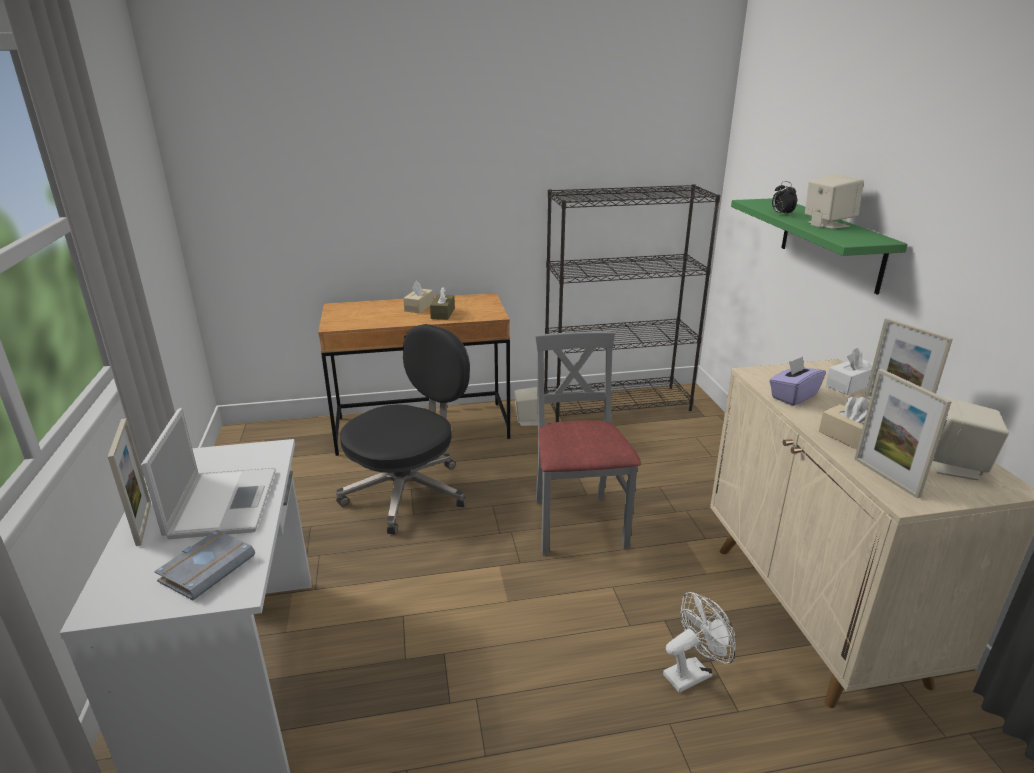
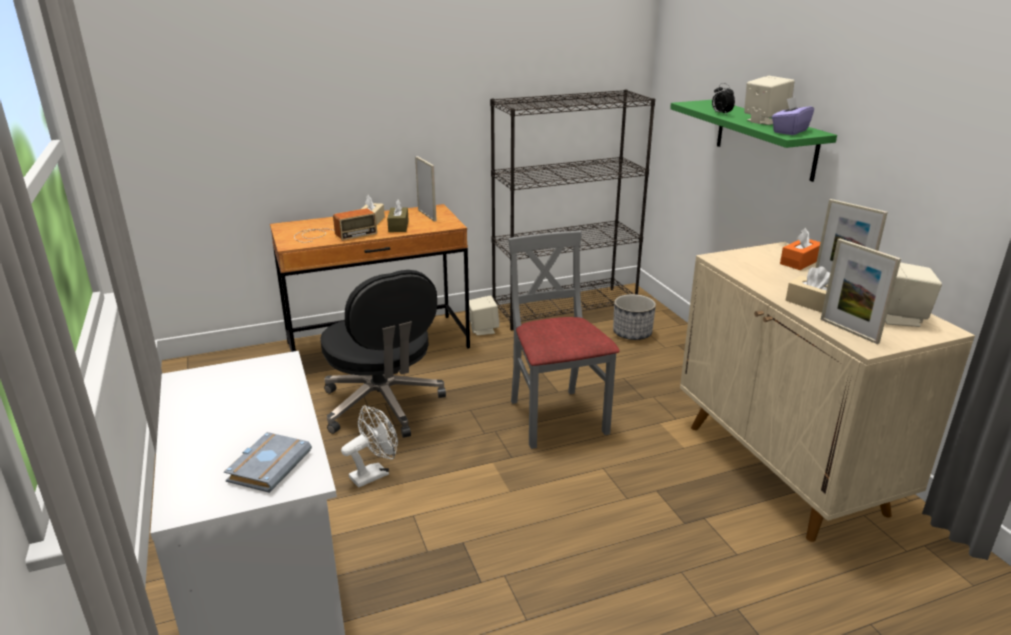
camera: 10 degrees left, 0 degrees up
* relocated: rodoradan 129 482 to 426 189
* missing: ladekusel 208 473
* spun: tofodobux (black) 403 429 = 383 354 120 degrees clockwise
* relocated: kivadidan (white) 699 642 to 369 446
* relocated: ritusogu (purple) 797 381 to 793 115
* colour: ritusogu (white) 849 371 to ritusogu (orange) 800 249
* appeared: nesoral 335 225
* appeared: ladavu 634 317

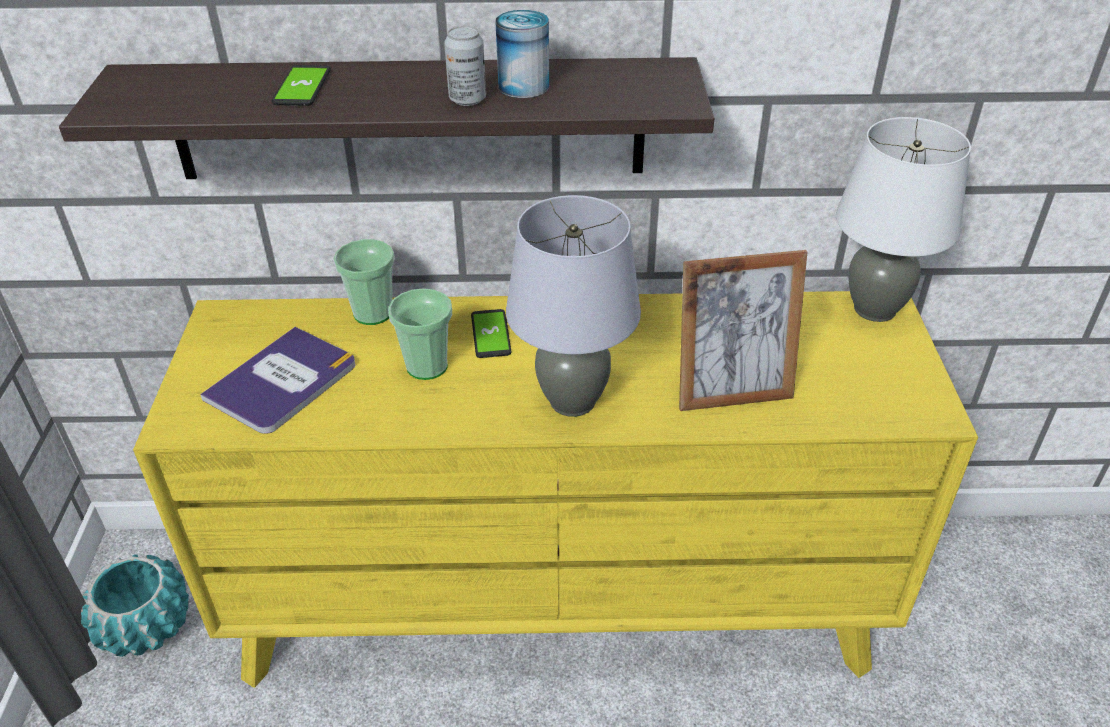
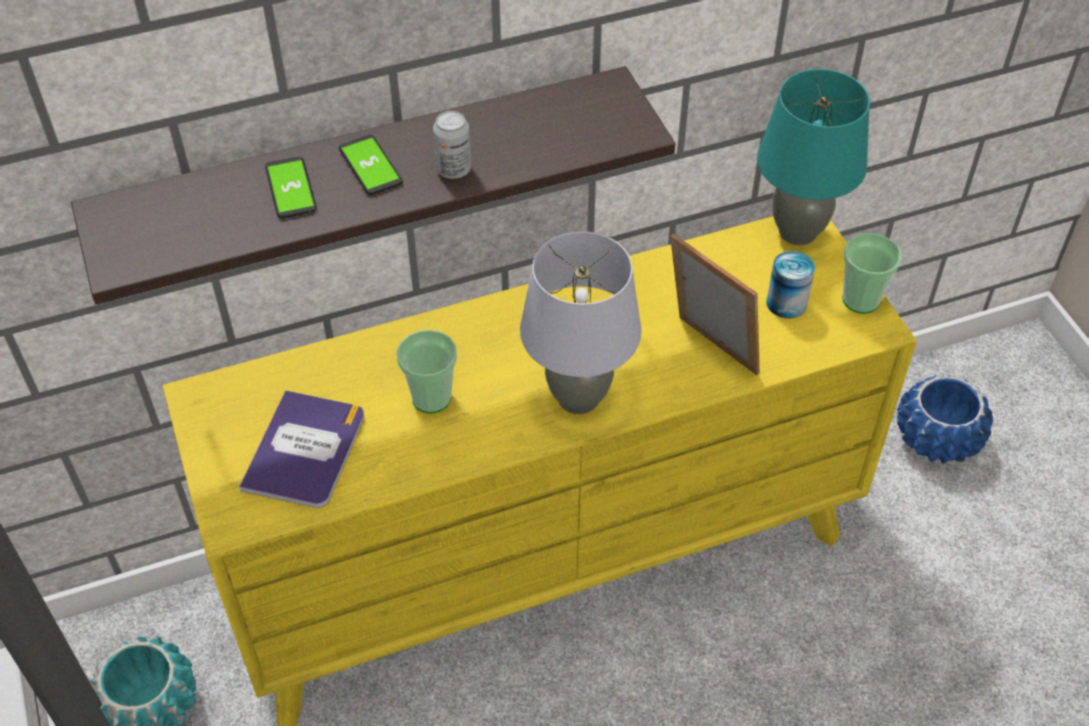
camera: 20 degrees left, 10 degrees up
* relocated: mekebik 364 282 to 872 273
* relocated: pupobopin 491 333 to 371 165
* relocated: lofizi 522 54 to 790 285
* spun: rodoradan 743 330 = 715 304 105 degrees counterclockwise
* colour: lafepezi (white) 903 219 to lafepezi (turquoise) 813 157
* appeared: ladavu (blue) 945 419

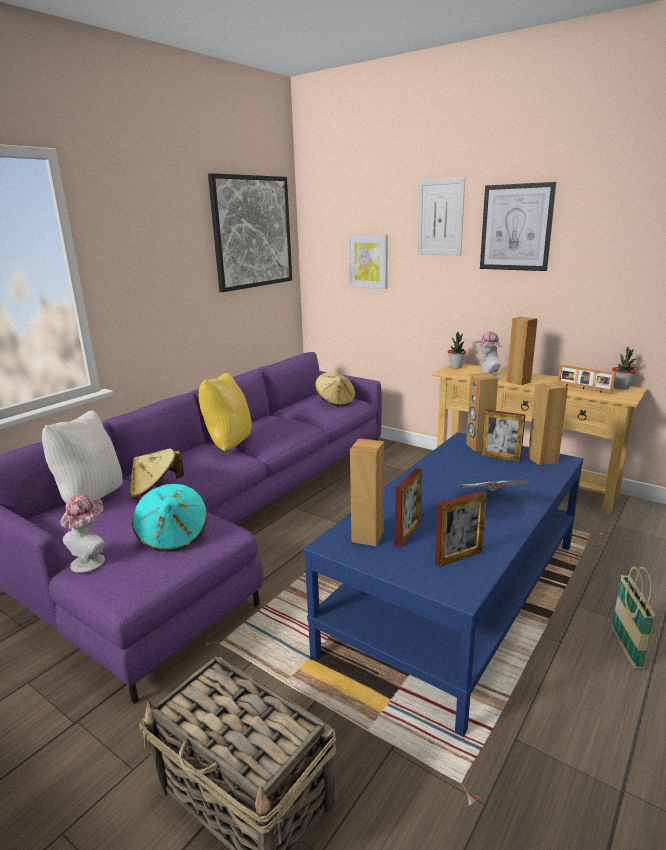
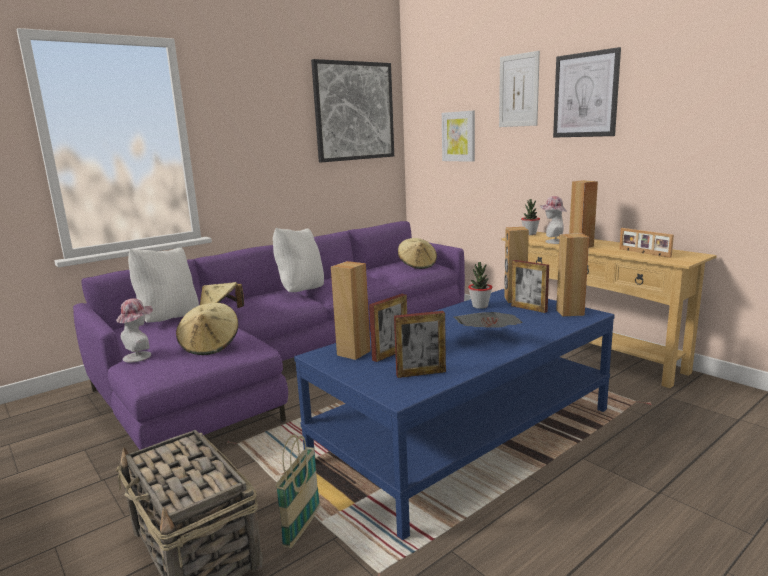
camera: 15 degrees right, 5 degrees down
* colour: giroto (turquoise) 169 518 to giroto (beige) 207 329
* colour: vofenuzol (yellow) 225 412 to vofenuzol (white) 298 260
* relocated: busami 633 617 to 297 491
* relocated: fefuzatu 624 368 to 480 285

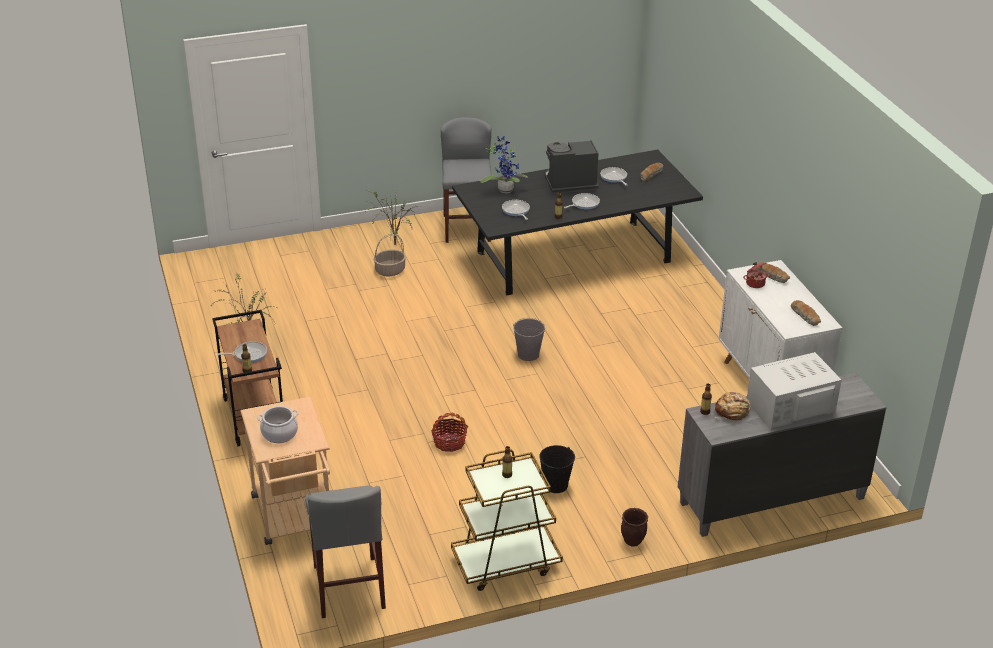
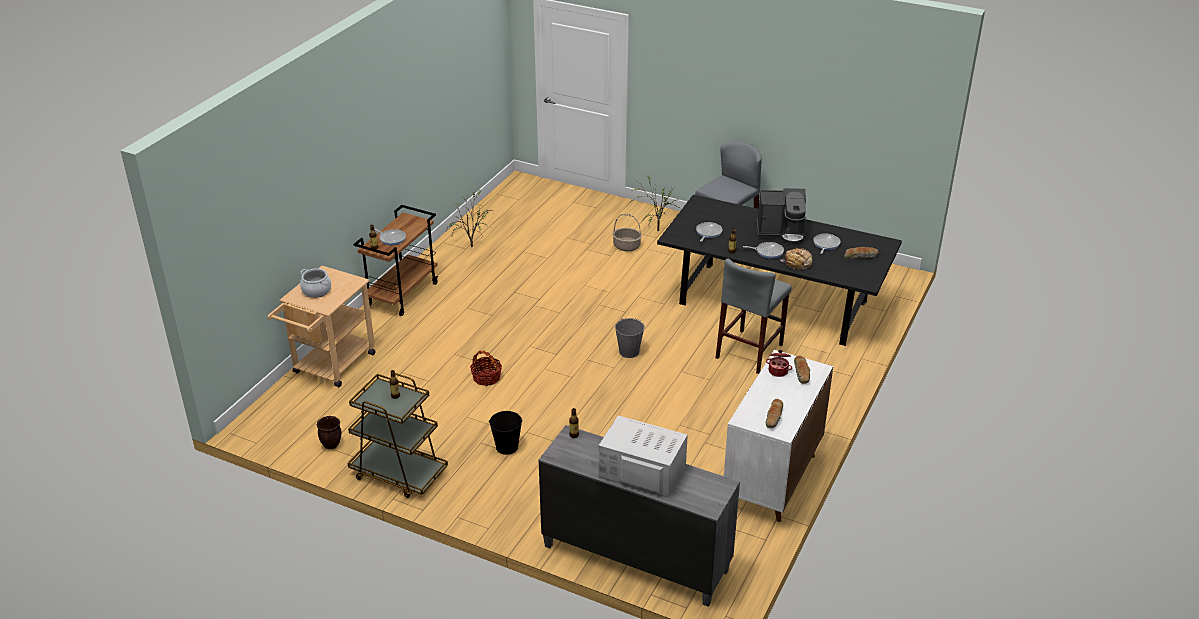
camera: 45 degrees right, 0 degrees up
* relocated: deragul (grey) 345 552 to 754 316
* missing: fefuzatu 504 165
* spun: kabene 572 167 = 781 216 150 degrees clockwise
* relocated: ladavu (brown) 634 527 to 329 432
* relocated: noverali 733 406 to 797 258

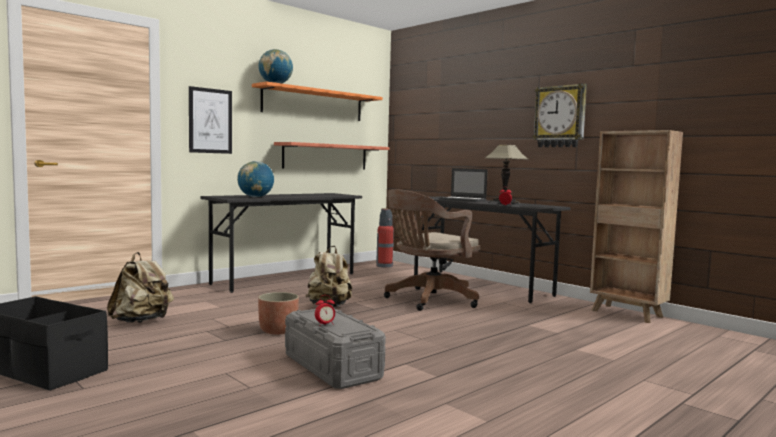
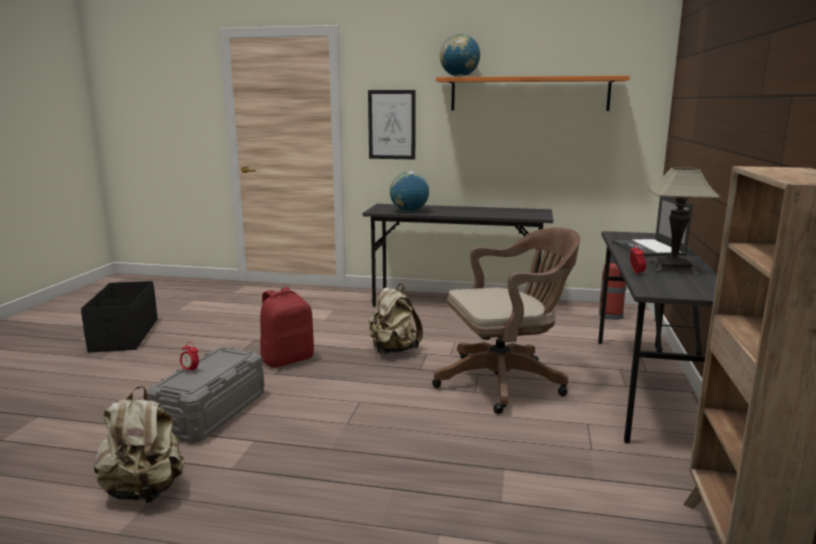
camera: 55 degrees right, 10 degrees up
* relocated: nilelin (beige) 140 287 to 139 445
* exchanged: ladavu 278 313 to nilelin (red) 287 327
* missing: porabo 331 156
* spun: tofodobux (brown) 432 250 = 506 320 150 degrees clockwise
* missing: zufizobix 559 115

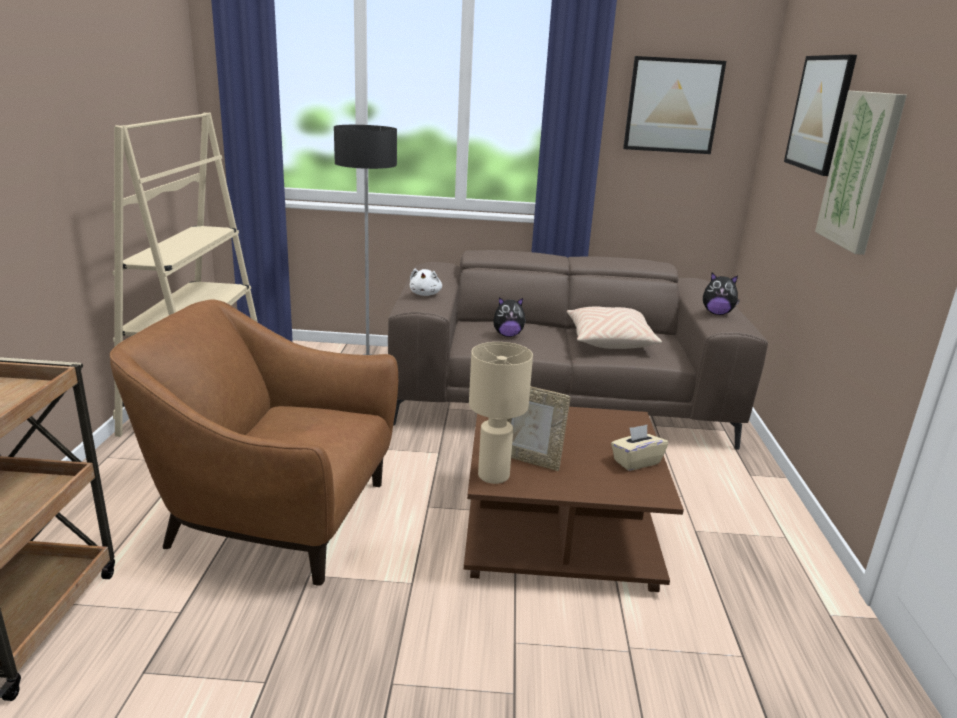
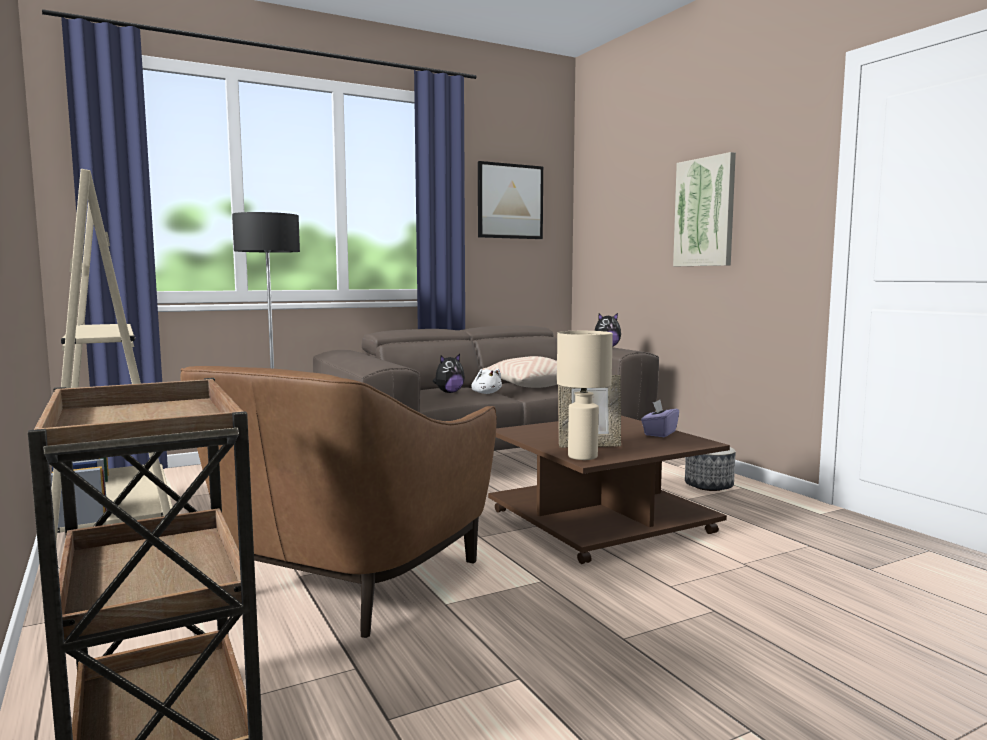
camera: 30 degrees left, 15 degrees down
* spun: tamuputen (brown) 254 443 = 338 502 45 degrees counterclockwise
* relocated: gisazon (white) 426 282 to 486 381
* colour: ritusogu (beige) 639 448 to ritusogu (purple) 660 418
* missing: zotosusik 820 115
* appeared: ladavu 710 469

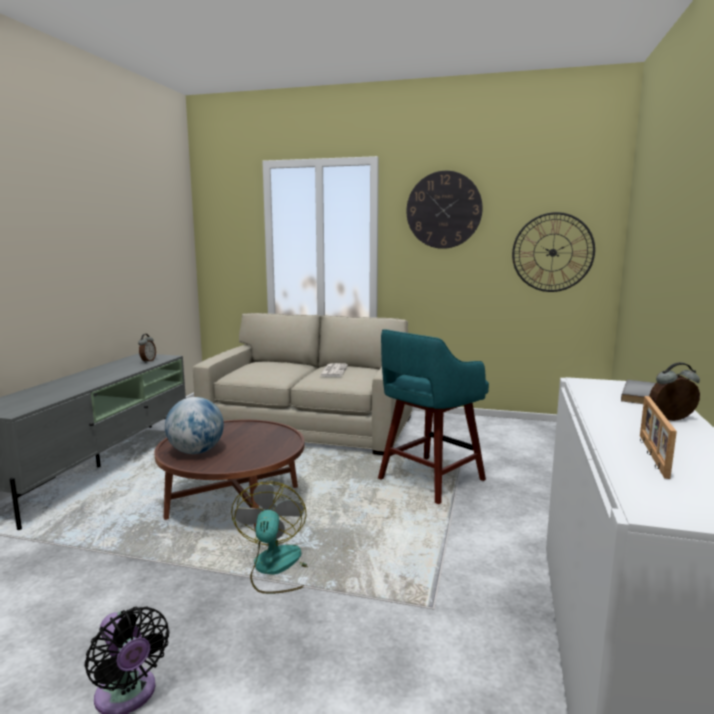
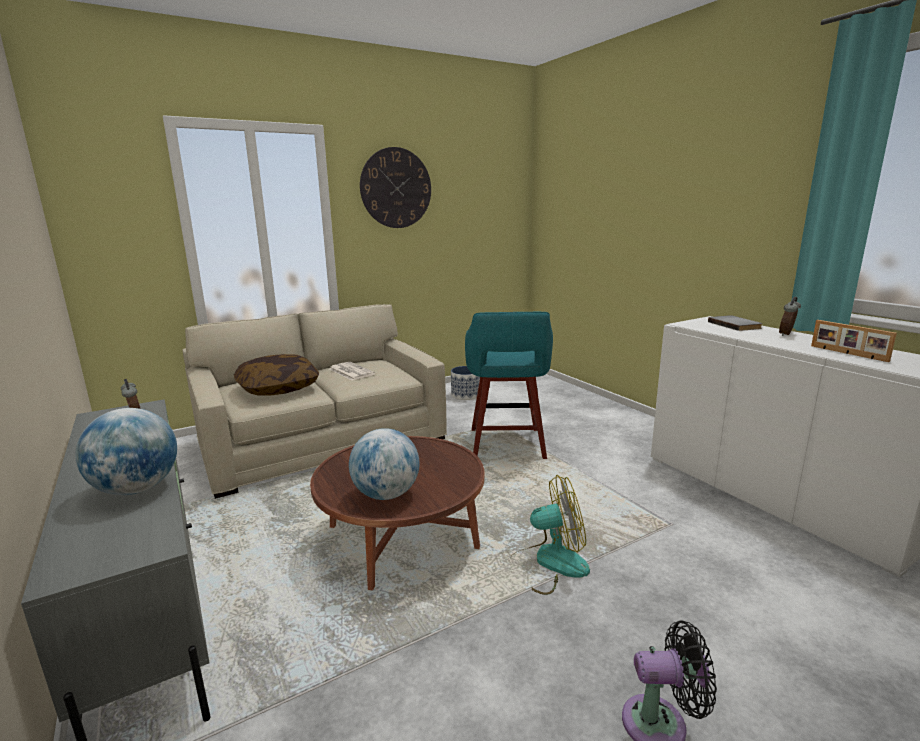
camera: 45 degrees left, 5 degrees up
* spun: kivadidan 269 537 = 550 535 135 degrees clockwise
* missing: zufizobix 553 252
* appeared: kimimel 126 451
* appeared: vofenuzol 276 375
* appeared: ladavu 465 383

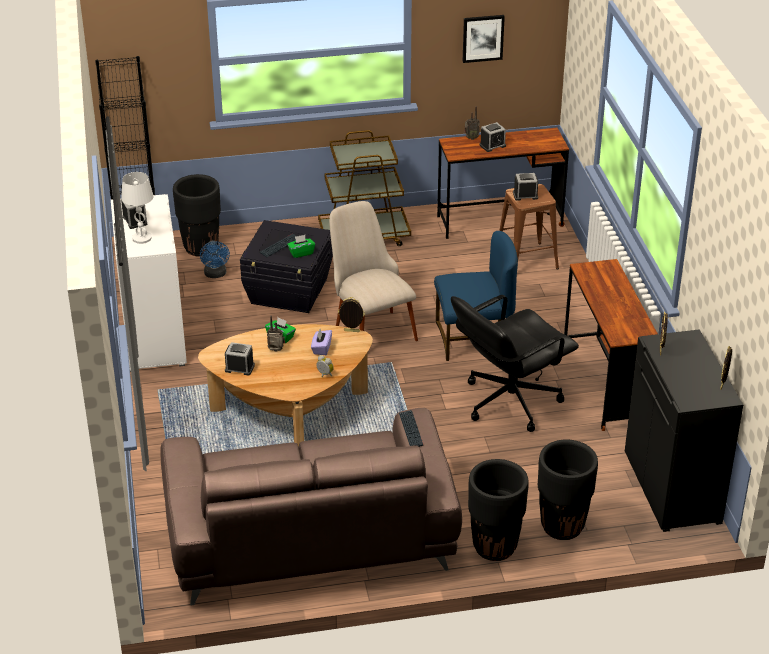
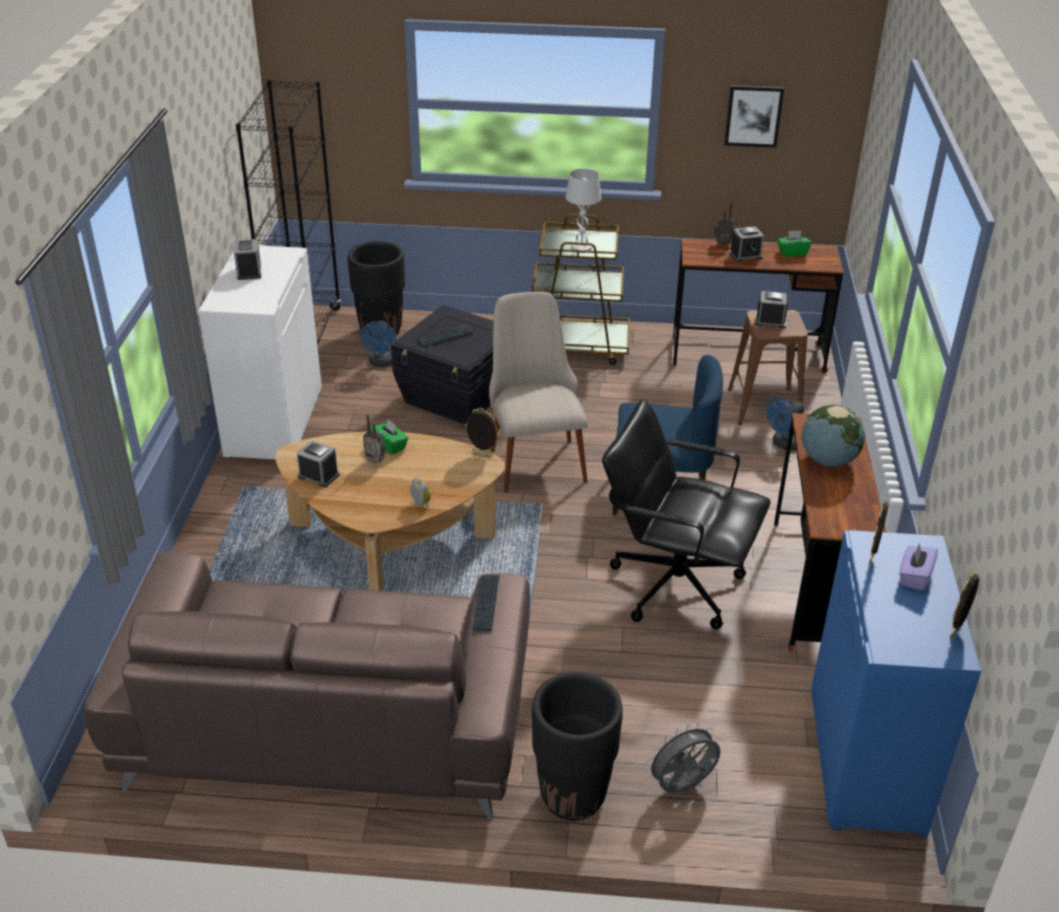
camera: 15 degrees right, 0 degrees up
* relocated: lafepezi (white) 137 208 to 584 211
* relocated: ritusogu (green) 301 246 to 794 243
* relocated: ritusogu (purple) 321 342 to 918 567
* spun: tofodobux (black) 515 363 = 686 514 45 degrees clockwise
* exchanged: ladavu (black) 568 490 to kivadidan (grey) 683 758
* colour: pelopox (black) 684 430 to pelopox (blue) 896 683
* appeared: kivadidan (blue) 785 423
* appeared: kimimel 833 436

